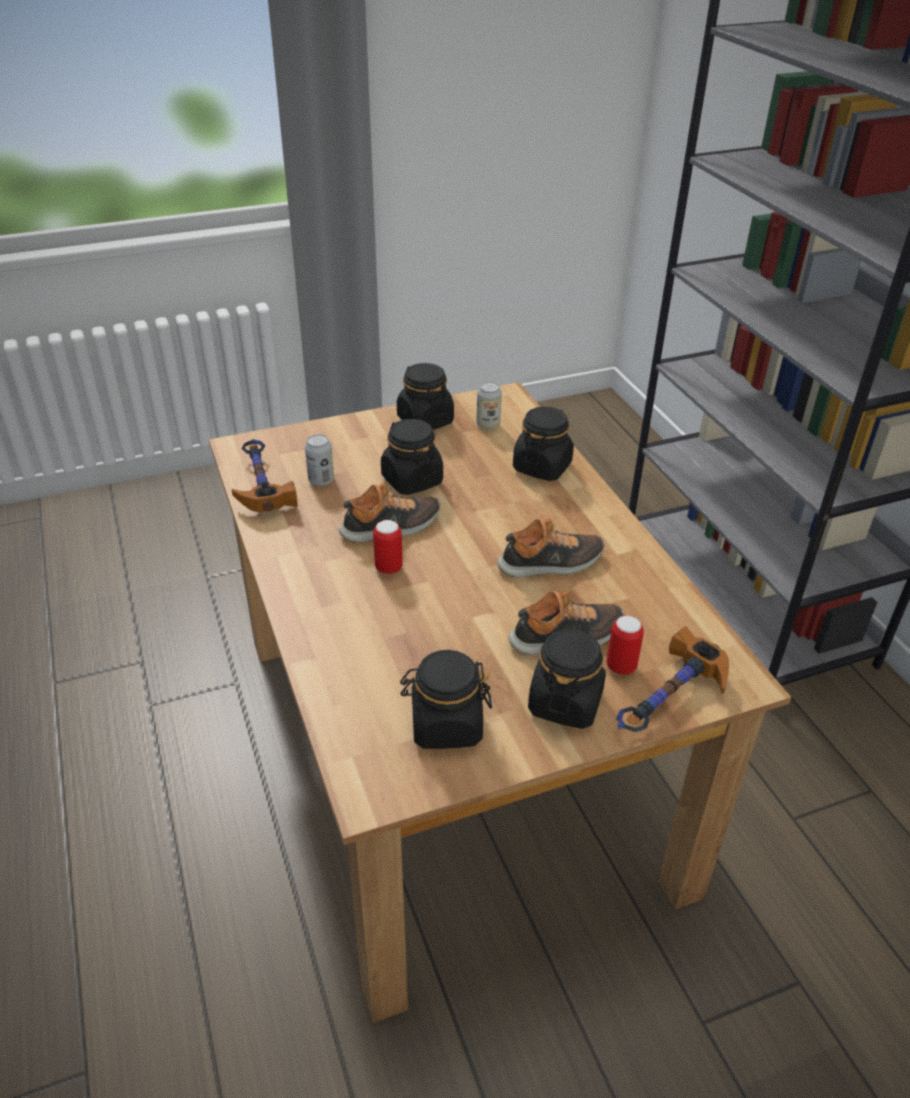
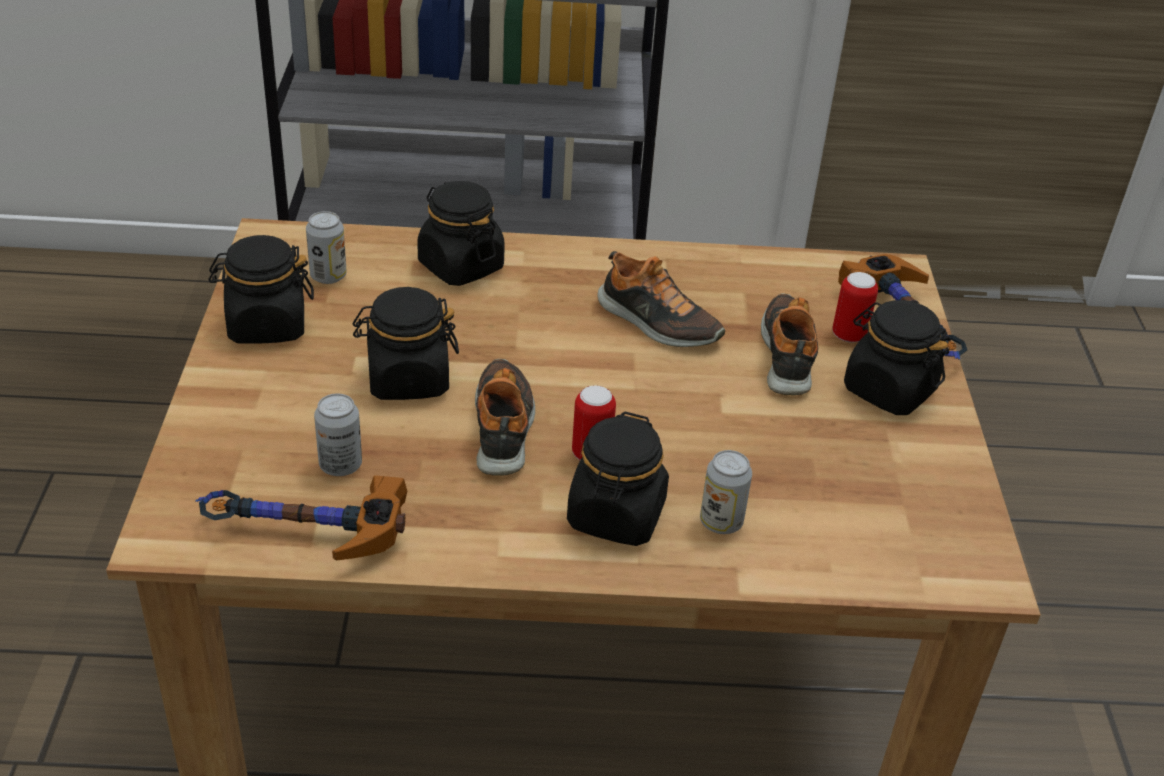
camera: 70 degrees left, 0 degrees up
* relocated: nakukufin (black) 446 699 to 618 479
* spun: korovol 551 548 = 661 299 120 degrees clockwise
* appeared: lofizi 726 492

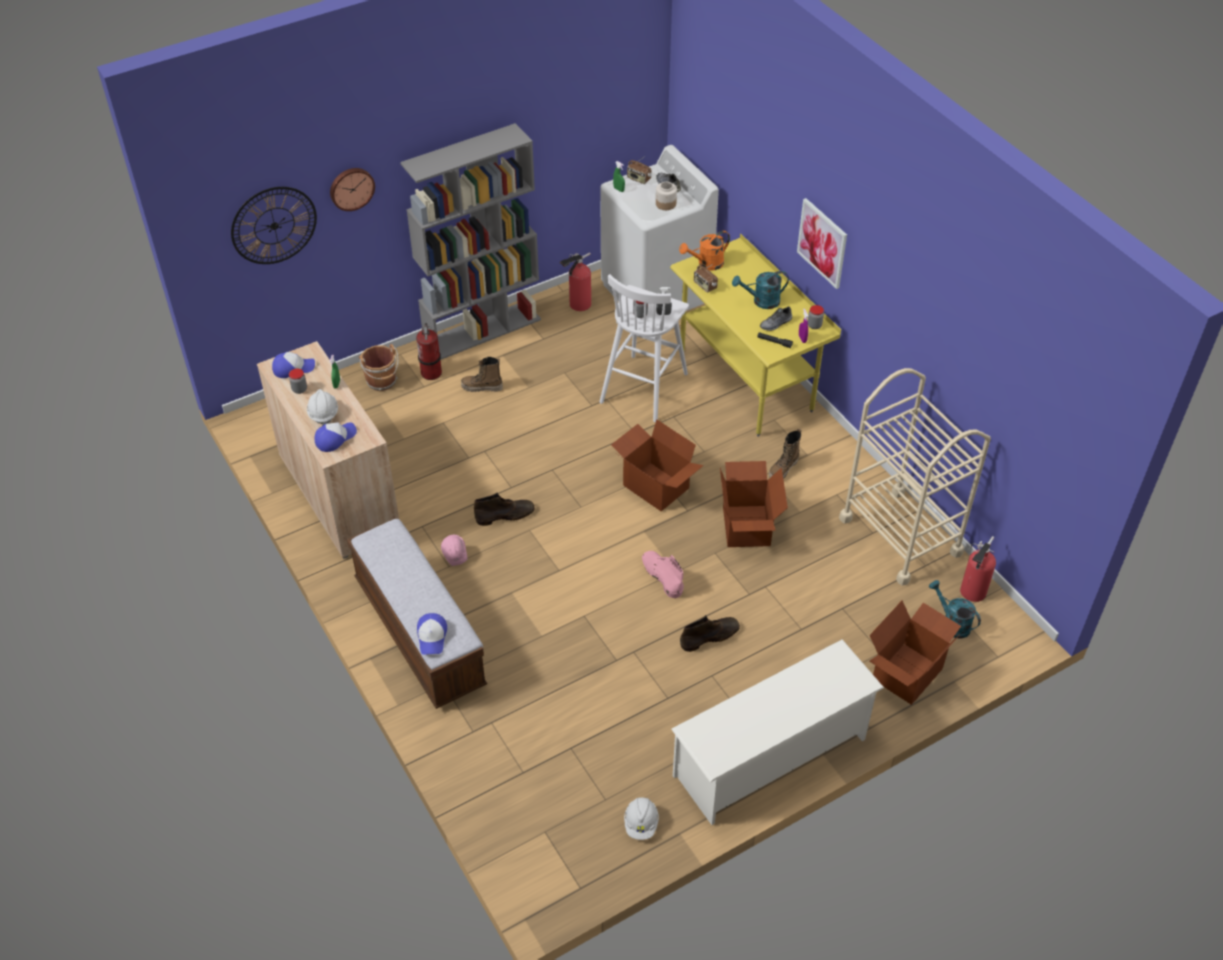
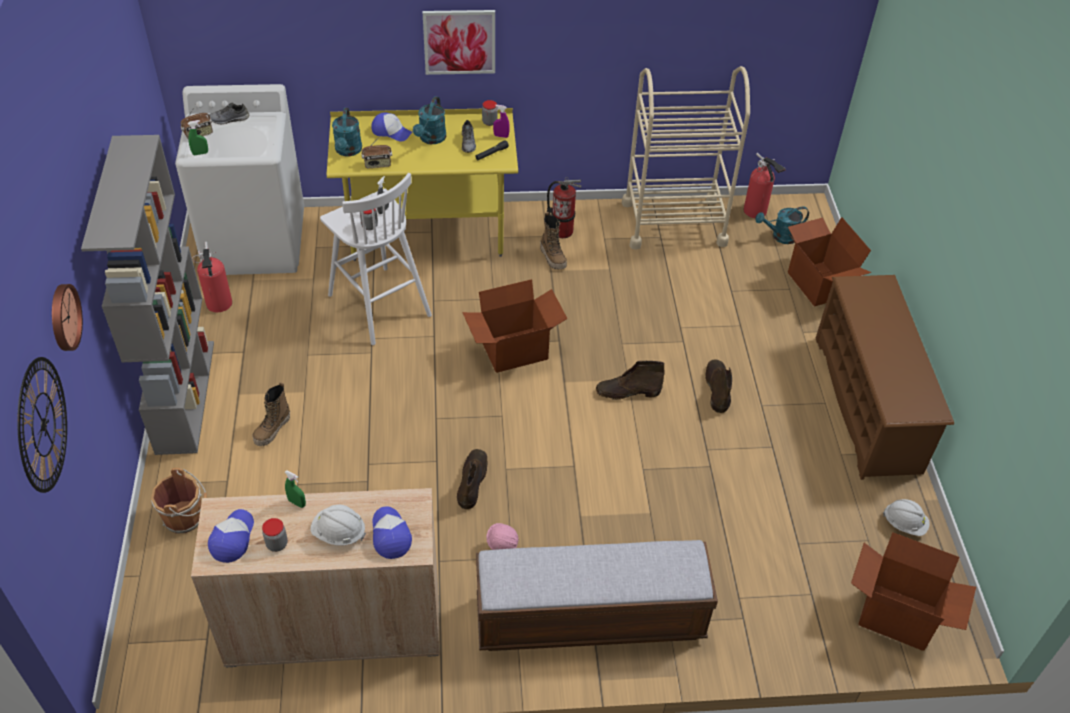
camera: 65 degrees left, 0 degrees up
* relocated: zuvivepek 429 351 to 564 207
* relocated: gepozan 432 634 to 391 127
* colour: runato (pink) 663 575 to runato (brown) 630 380
* missing: nakukufin 666 196
* colour: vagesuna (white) 777 732 to vagesuna (brown) 885 377
* colour: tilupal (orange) 704 251 to tilupal (turquoise) 347 132
* relocated: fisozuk 754 504 to 913 591

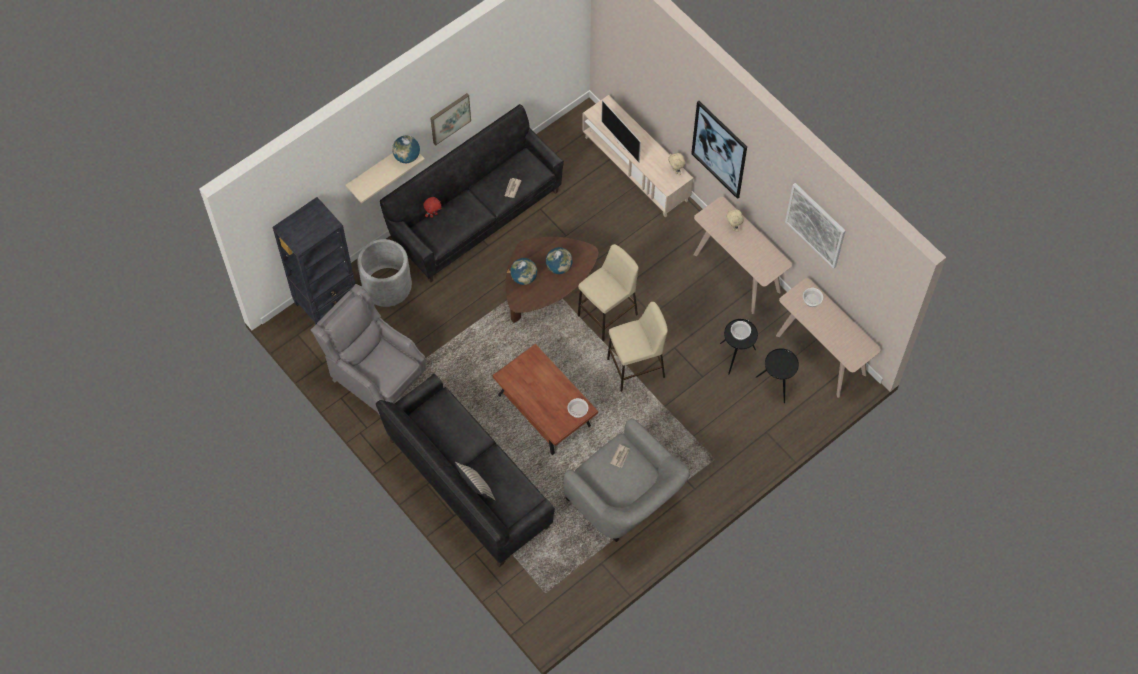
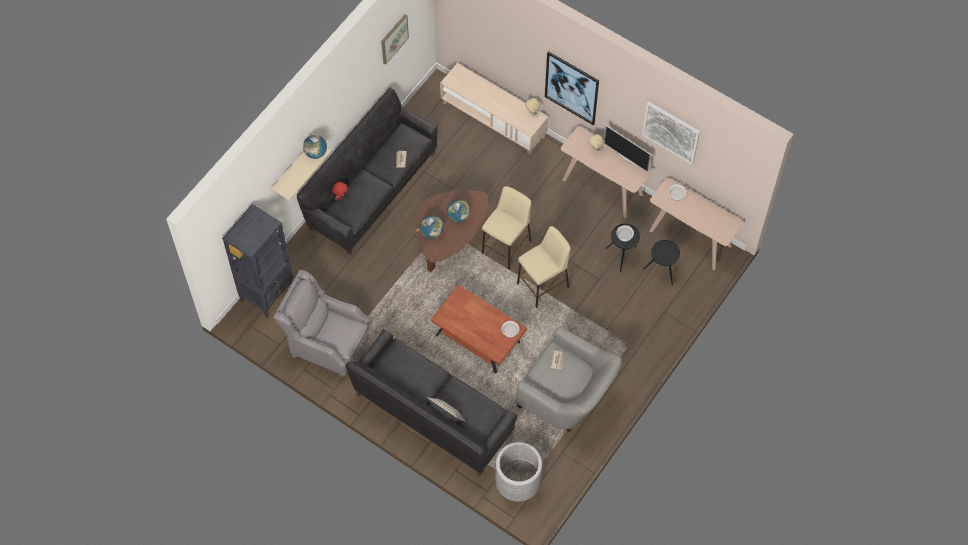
camera: 15 degrees left, 0 degrees up
* relocated: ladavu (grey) 384 273 to 518 471
* relocated: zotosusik 450 119 to 395 39
* relocated: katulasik 621 131 to 627 148

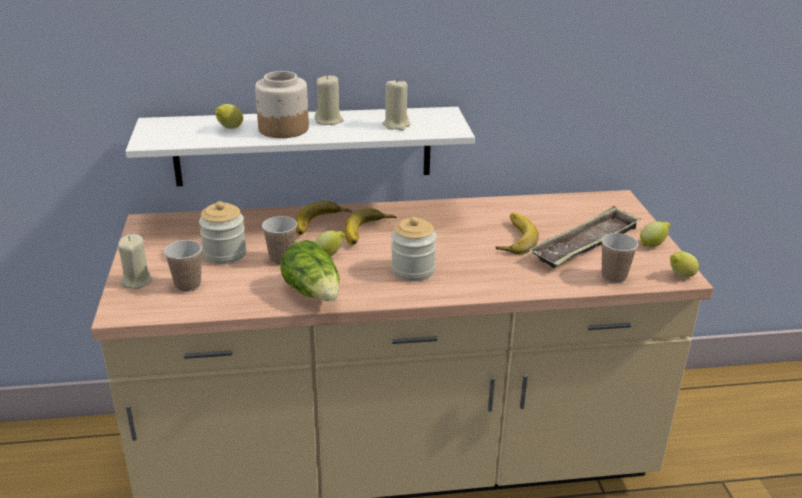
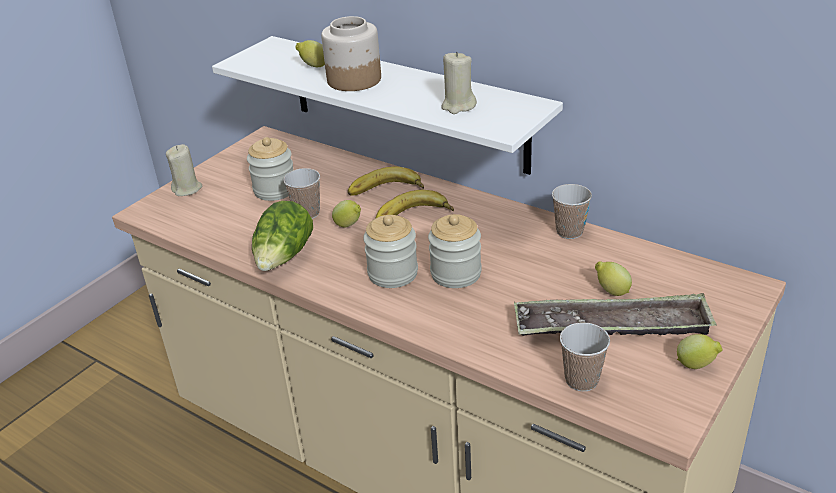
camera: 45 degrees right, 5 degrees up
* relocated: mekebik 183 266 to 572 211
* missing: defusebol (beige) 329 99
* missing: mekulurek 517 234
* relocated: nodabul 684 265 to 613 278
* appeared: nakukufin 455 251

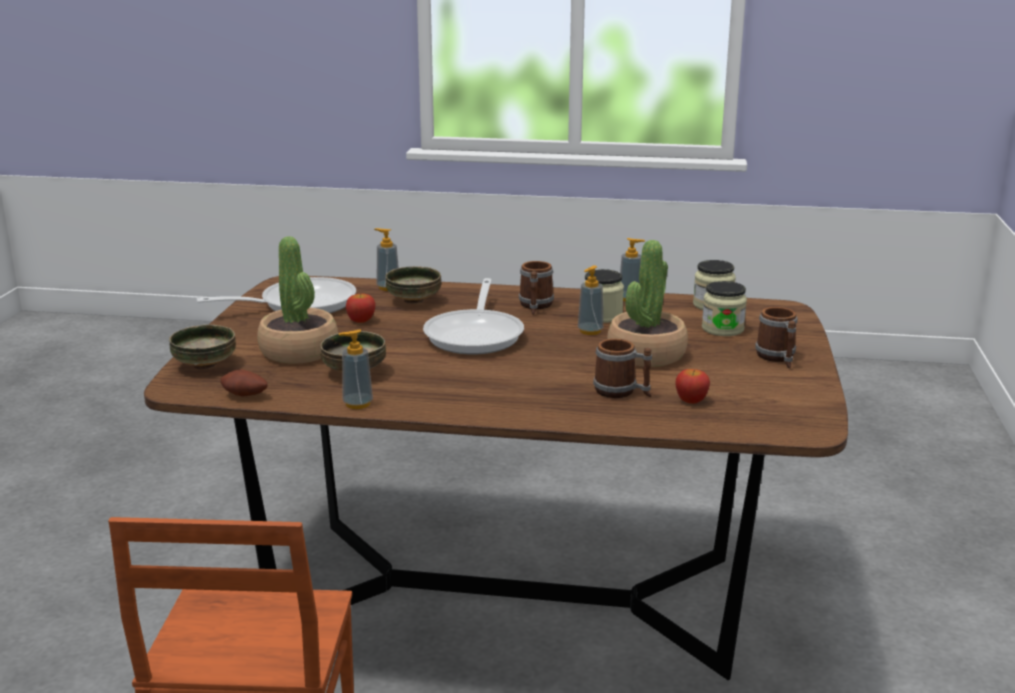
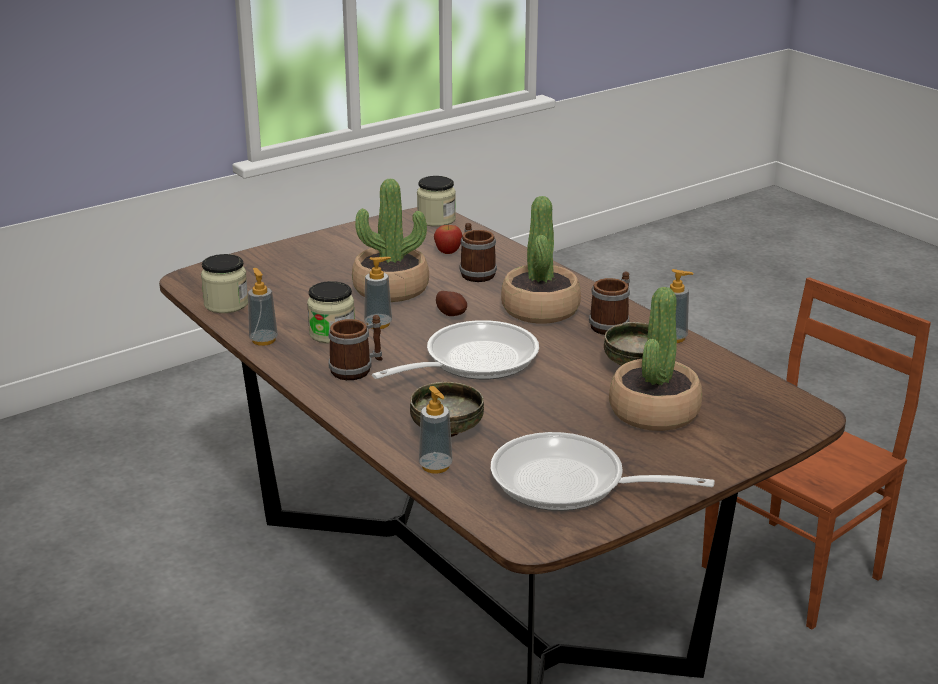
camera: 135 degrees left, 5 degrees up
* missing: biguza 202 346
* relocated: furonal 243 383 to 451 303
* missing: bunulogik 360 308
* relocated: nakukufin 724 308 to 436 201
* relocated: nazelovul 776 338 to 609 303
* appeared: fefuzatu 541 260

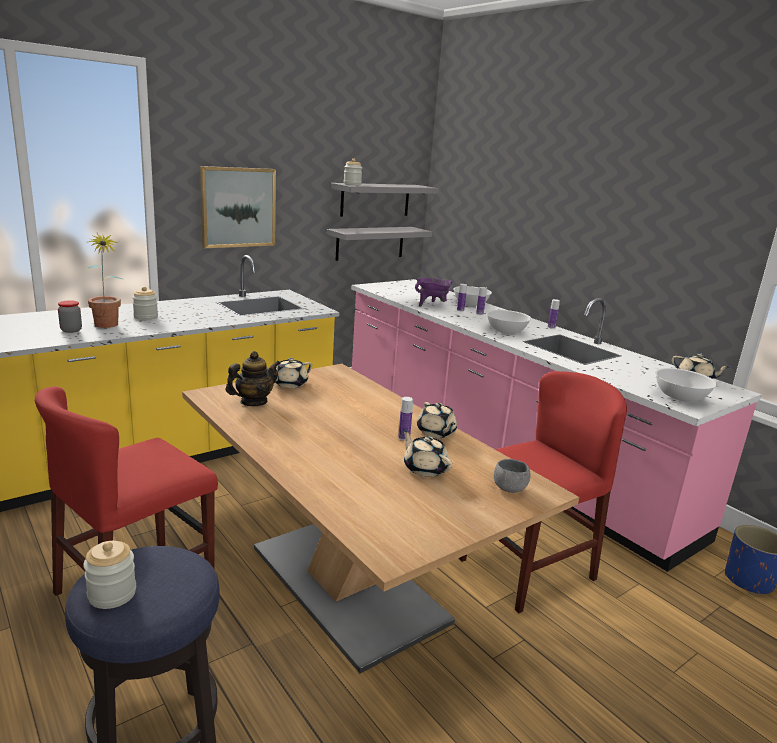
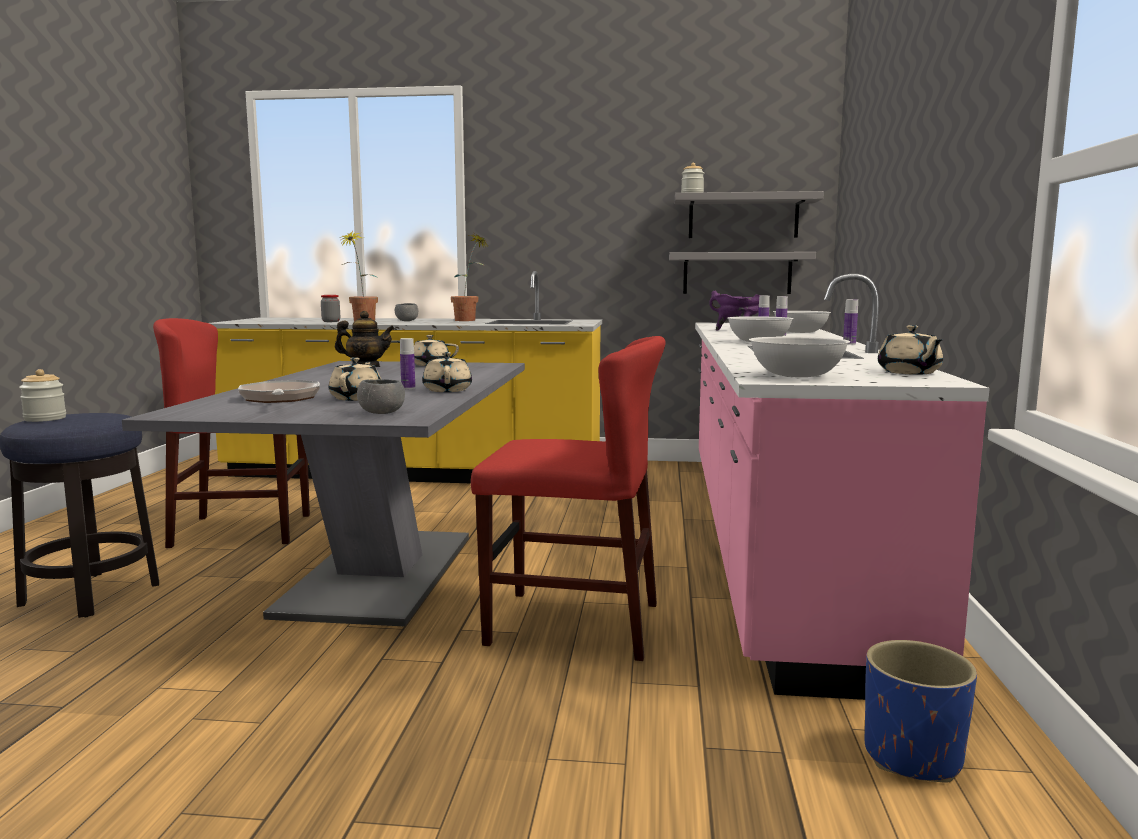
camera: 45 degrees right, 10 degrees down
* exchanged: nakukufin 145 303 to biguza (grey) 406 312
* colour: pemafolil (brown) 380 518 to pemafolil (grey) 323 494
* missing: zotosusik 238 207
* spun: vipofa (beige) 437 420 = 447 372 150 degrees clockwise
* appeared: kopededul 279 391
* appeared: fefuzatu 470 276

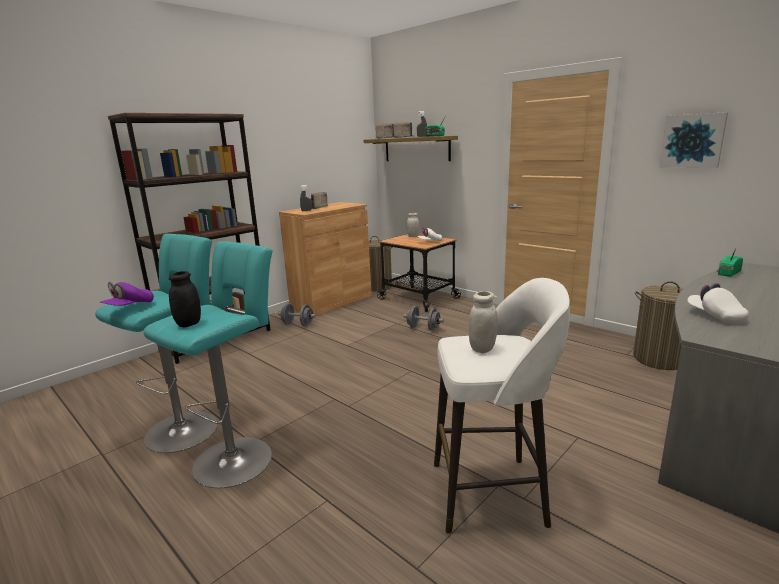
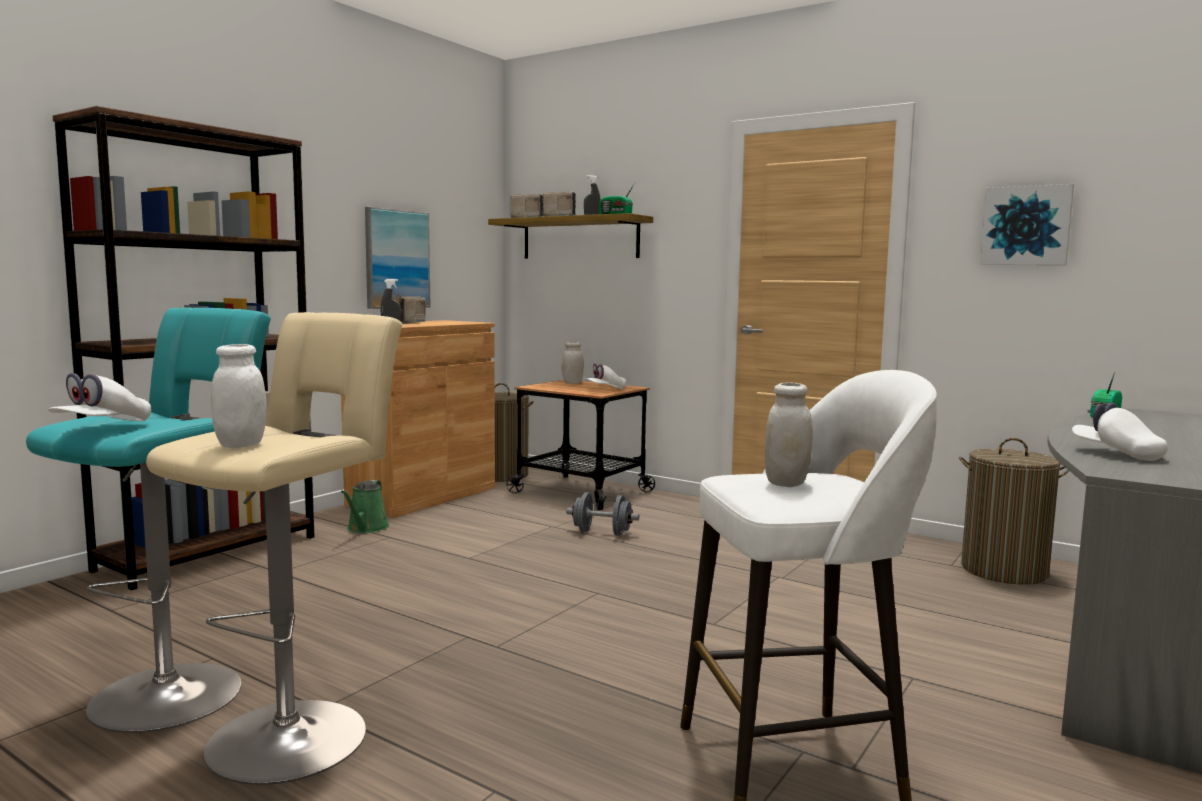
camera: 10 degrees left, 10 degrees down
* colour: gepozan (purple) 127 294 to gepozan (white) 99 397
* colour: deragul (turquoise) 208 364 to deragul (beige) 274 548
* colour: nakukufin (black) 185 299 to nakukufin (white) 238 396
* exchanged: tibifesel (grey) 297 315 to tilupal (green) 365 506
* appeared: zotosusik 397 258

